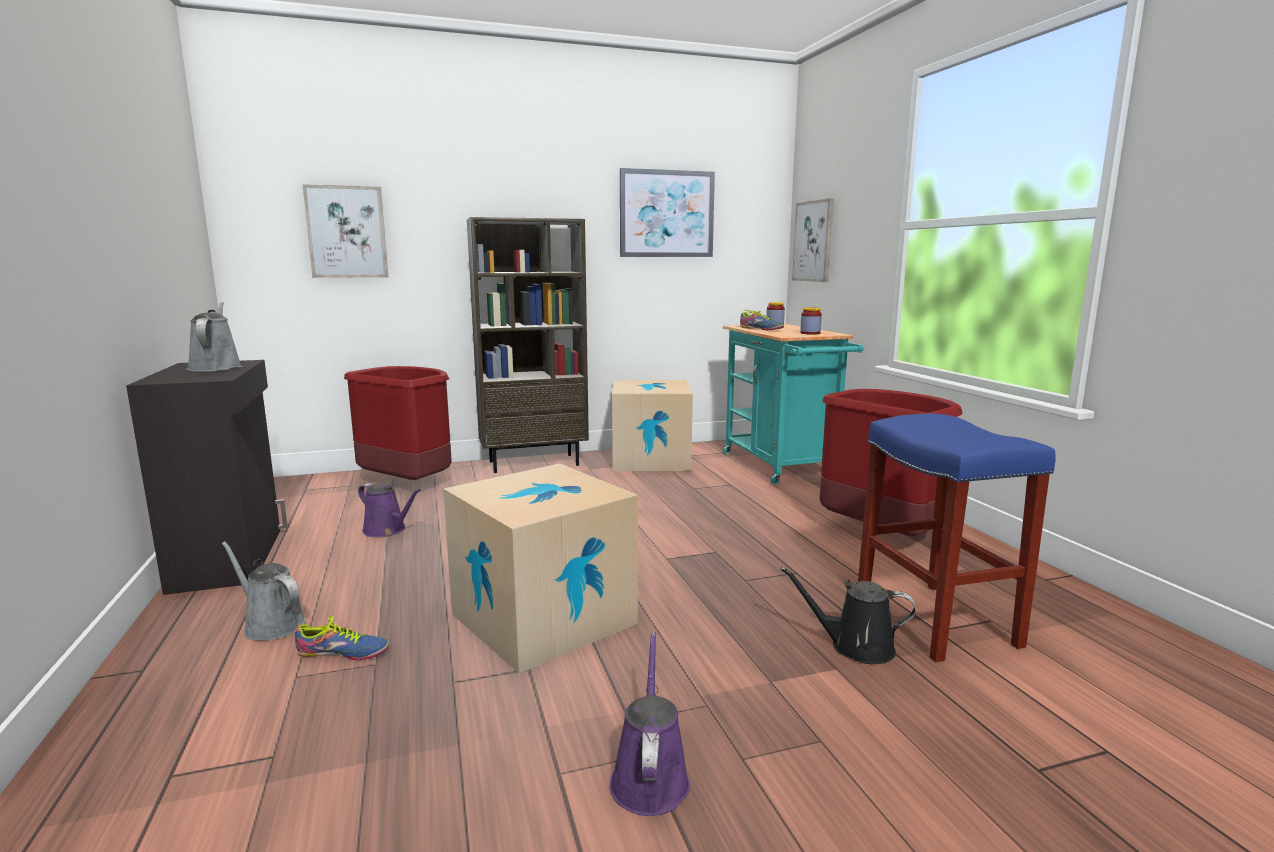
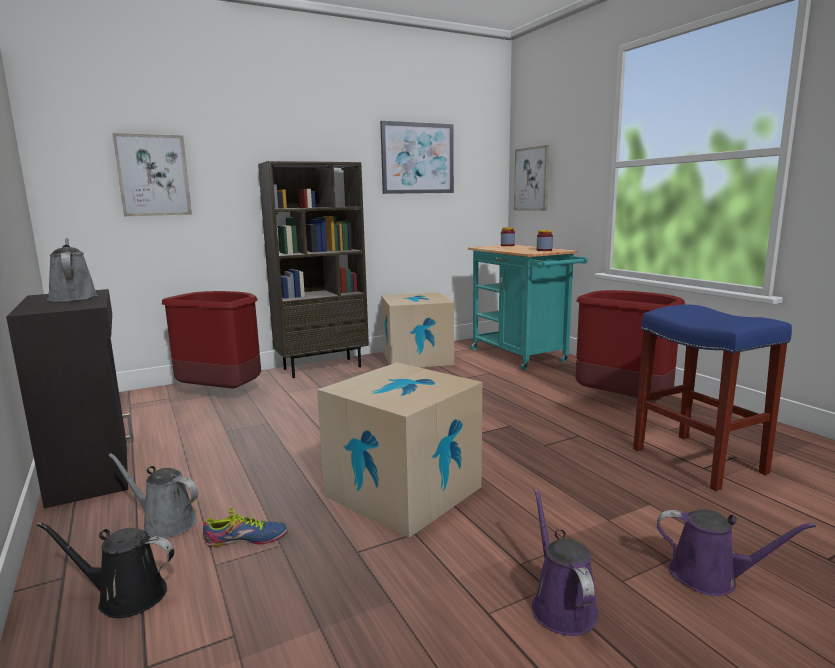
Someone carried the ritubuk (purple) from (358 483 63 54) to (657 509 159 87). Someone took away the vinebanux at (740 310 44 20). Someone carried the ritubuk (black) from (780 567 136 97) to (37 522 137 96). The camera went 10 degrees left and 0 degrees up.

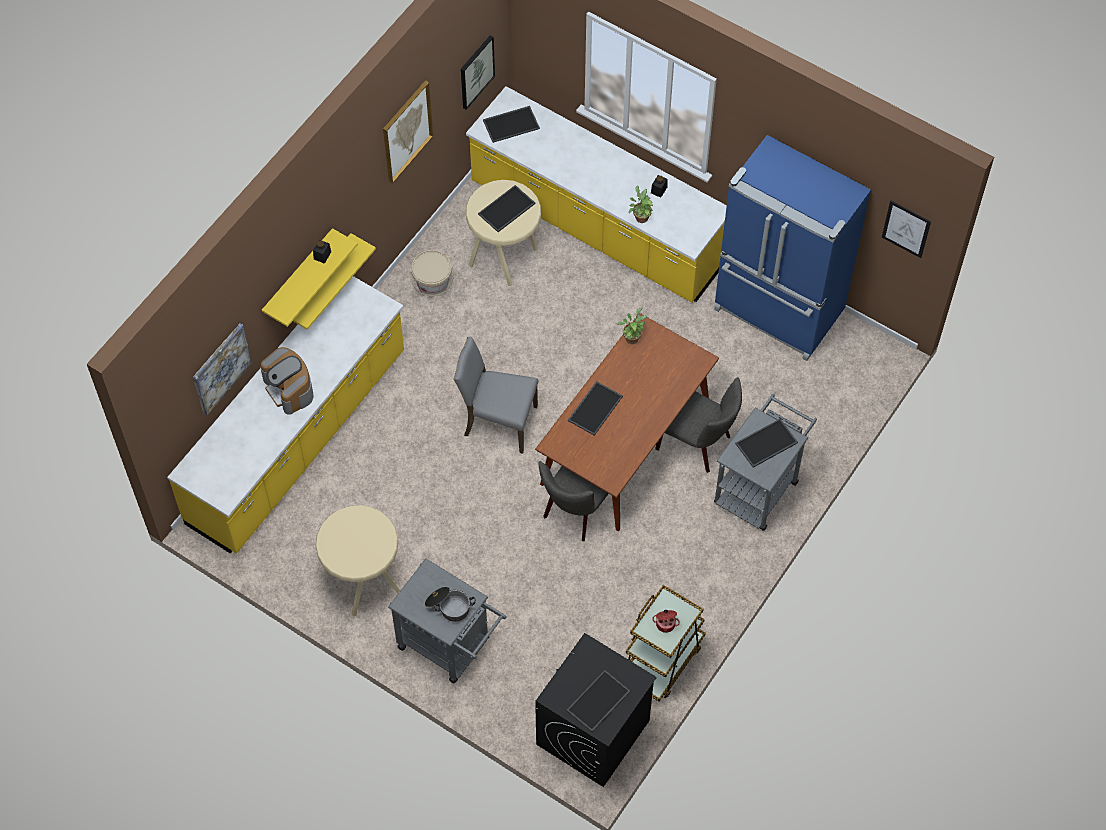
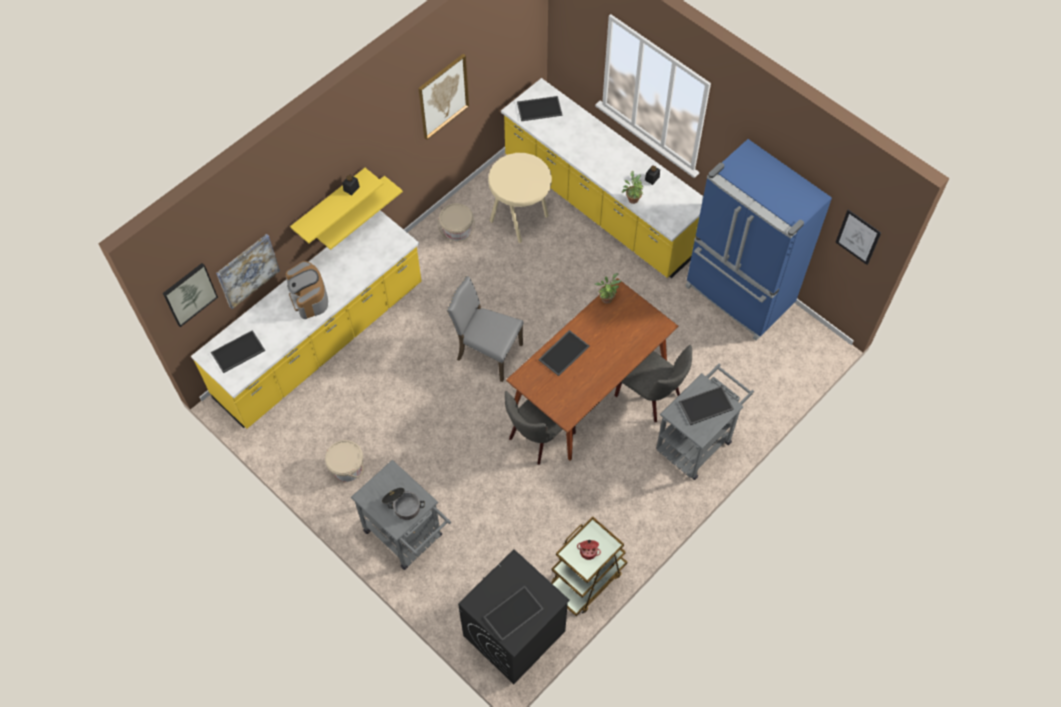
Someone swapped the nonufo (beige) at (316 505 84 111) for the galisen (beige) at (325 440 39 42). Someone carried the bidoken from (461 35 34 75) to (163 263 55 64). Someone carried the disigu from (478 185 58 47) to (211 330 54 43). The camera went 10 degrees right and 0 degrees up.

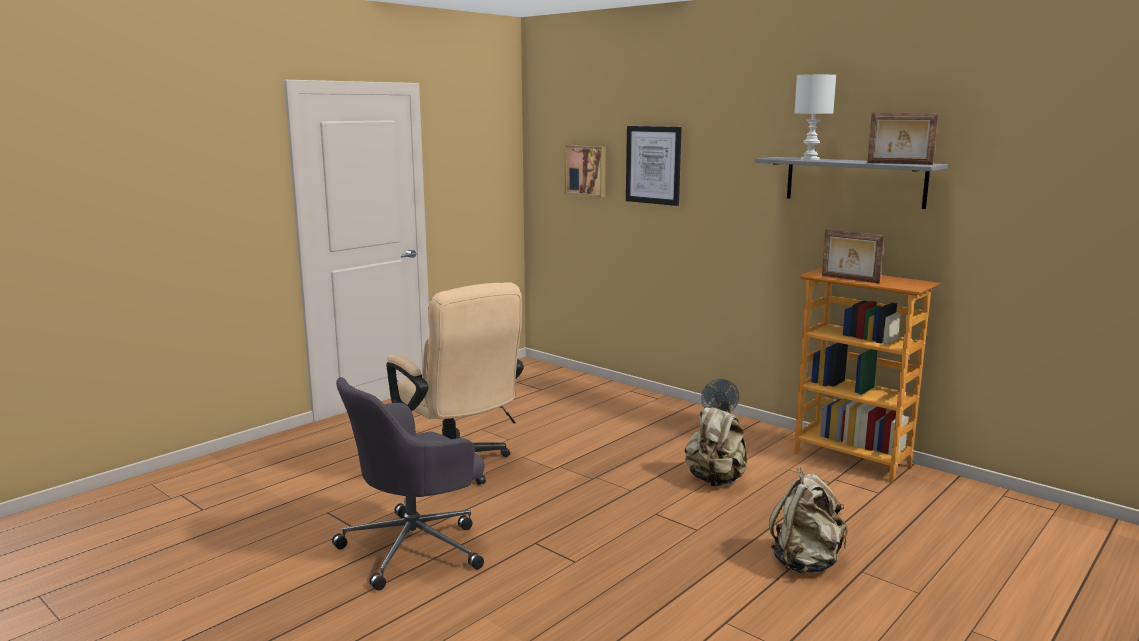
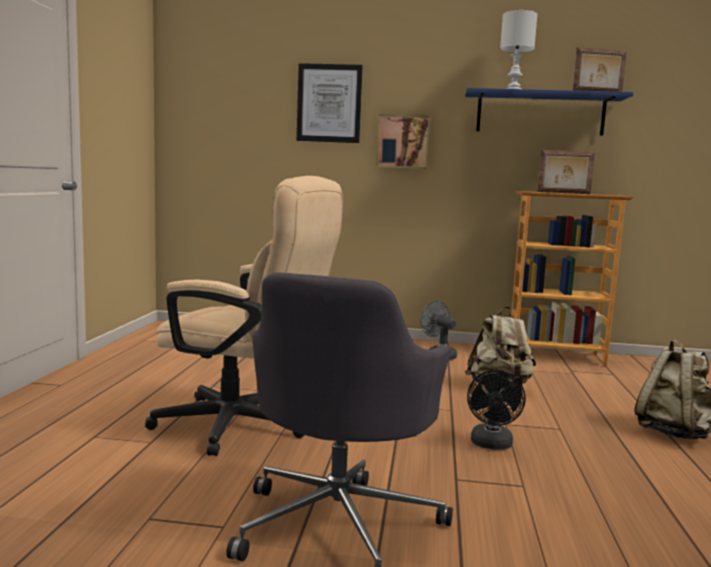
Someone carried the bidoken from (565 145 41 52) to (376 114 55 56). Someone repainted the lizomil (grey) at (755 157 193 52), which became the lizomil (blue) at (465 88 169 48). Someone put down the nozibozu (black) at (467 370 59 80). The camera went 35 degrees left and 5 degrees down.

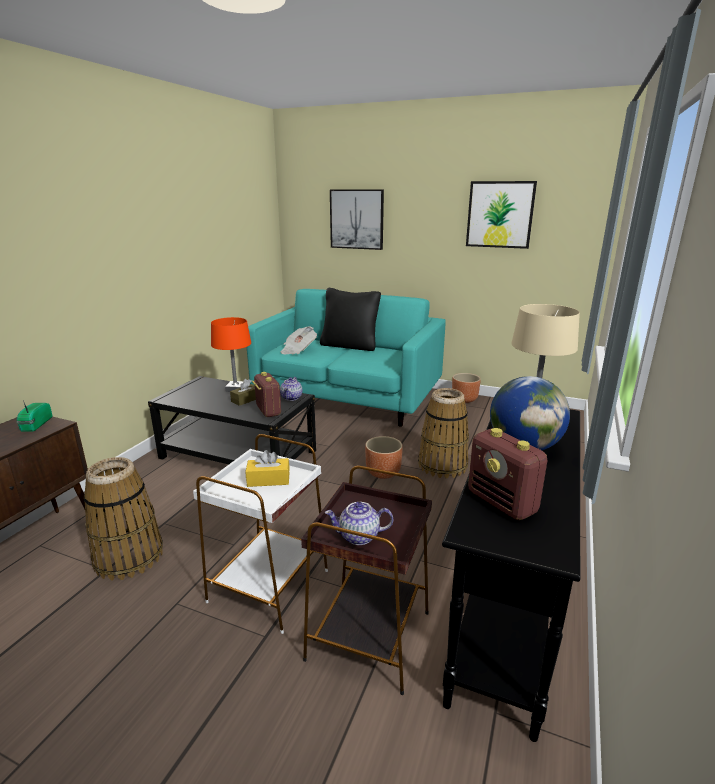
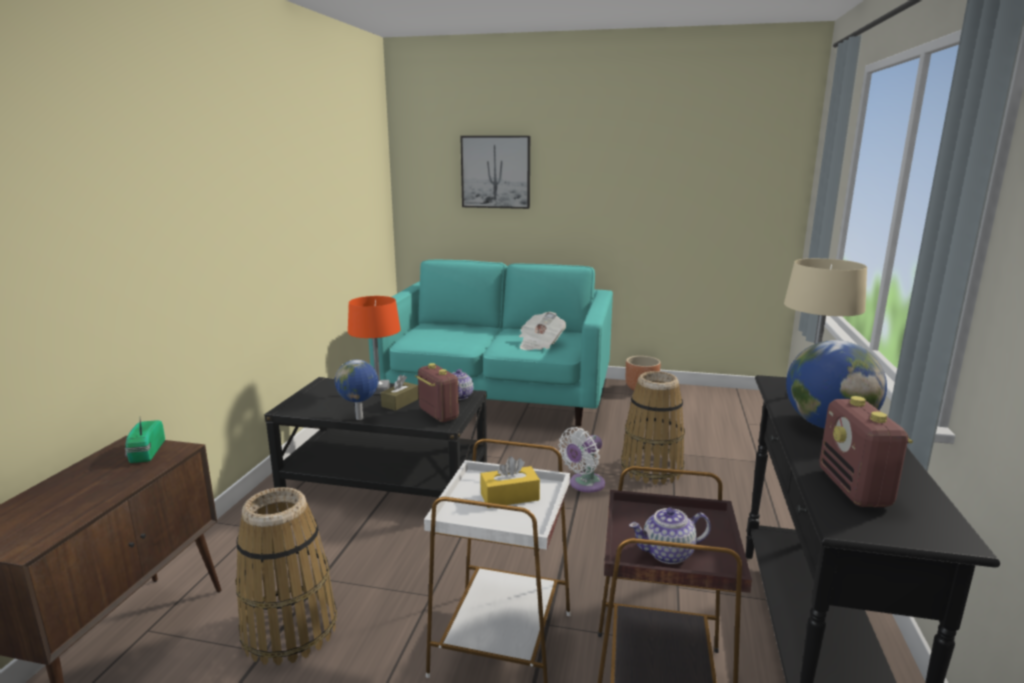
Someone carried the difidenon from (280 326 37 28) to (519 312 47 38). Someone took away the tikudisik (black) at (320 288 61 63). Someone swapped the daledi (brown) at (365 436 38 43) for the nozibozu (white) at (558 427 47 65). Someone took away the bidoken at (466 181 71 68). Someone rotated the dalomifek at (468 428 79 92) by 45 degrees clockwise. Someone put down the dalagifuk at (335 360 43 60). The camera went 10 degrees left and 5 degrees down.

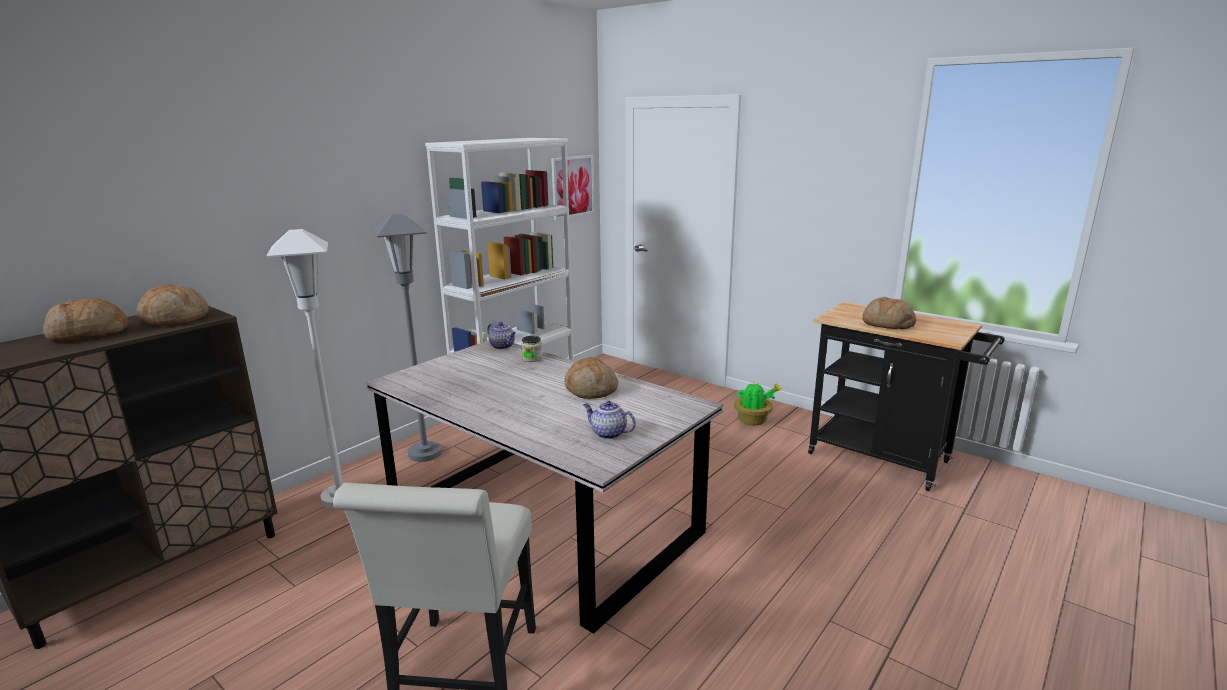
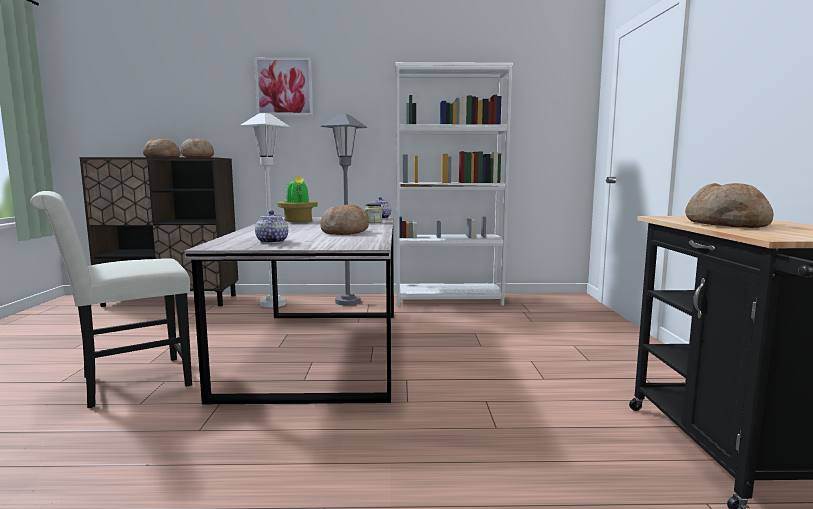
Someone carried the bidoken from (551 155 44 65) to (254 57 59 59). Someone carried the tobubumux from (734 382 48 43) to (278 176 40 46). The camera went 50 degrees right and 10 degrees down.

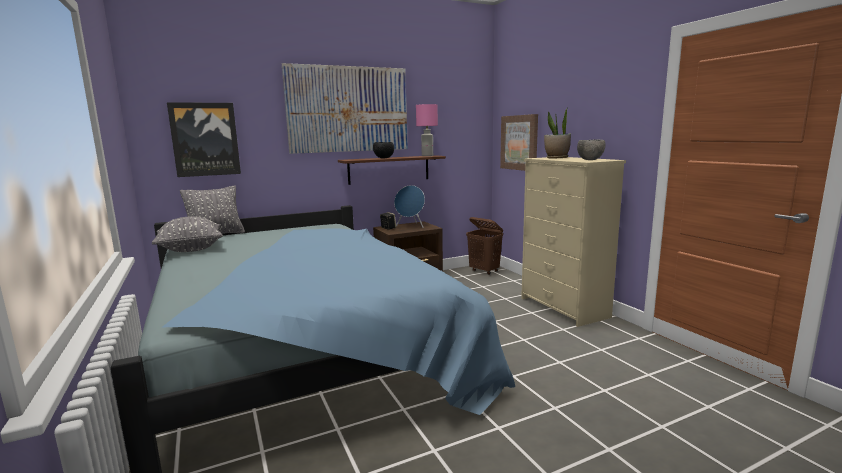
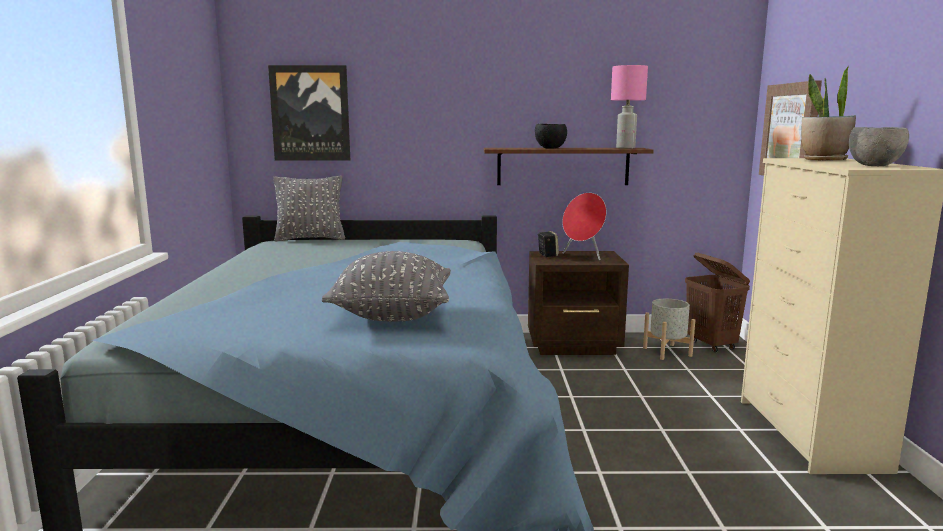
Someone carried the tikudisik (grey) from (152 216 71 36) to (322 251 129 71). Someone took away the bidoken at (282 63 126 91). Someone repainted the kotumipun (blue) at (394 185 31 43), which became the kotumipun (red) at (562 193 44 67). Someone put down the daledi (grey) at (643 299 52 61). The camera went 25 degrees right and 0 degrees up.

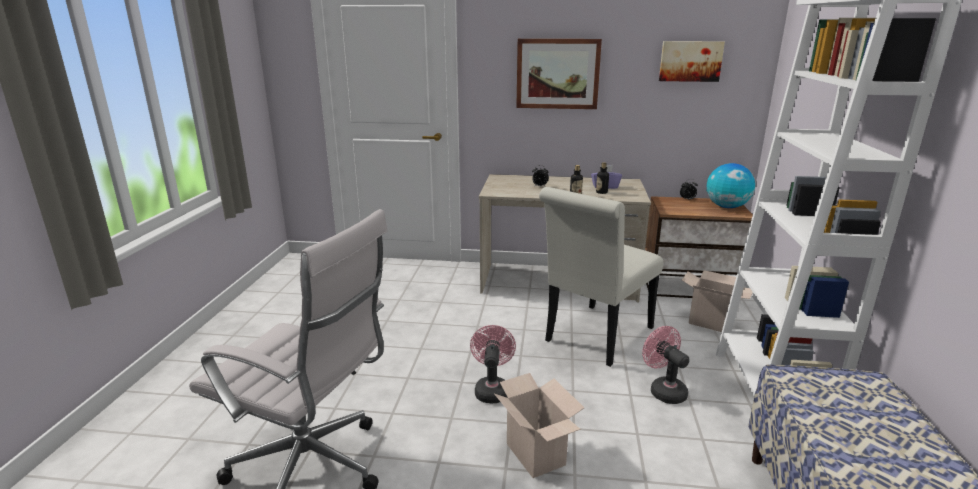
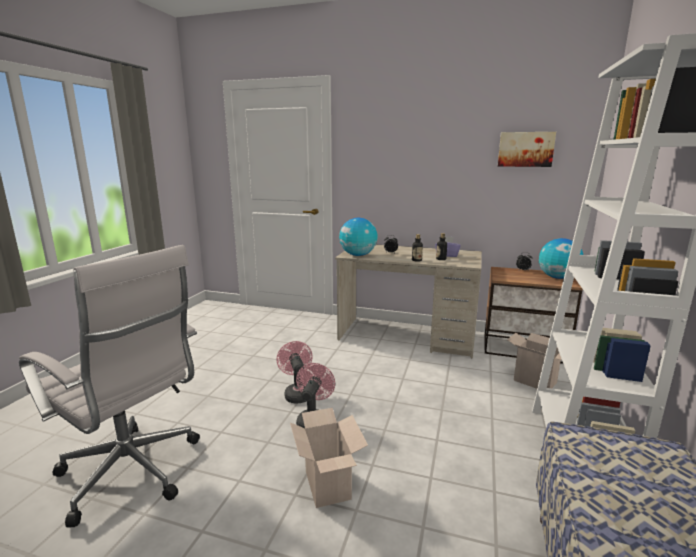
Someone took away the bidoken at (516 39 86 70). Someone took away the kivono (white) at (539 187 124 180). Someone carried the nozibozu (pink) from (642 326 48 78) to (277 341 36 63). Someone put down the dalagifuk at (339 218 39 38). The camera went 10 degrees right and 5 degrees down.

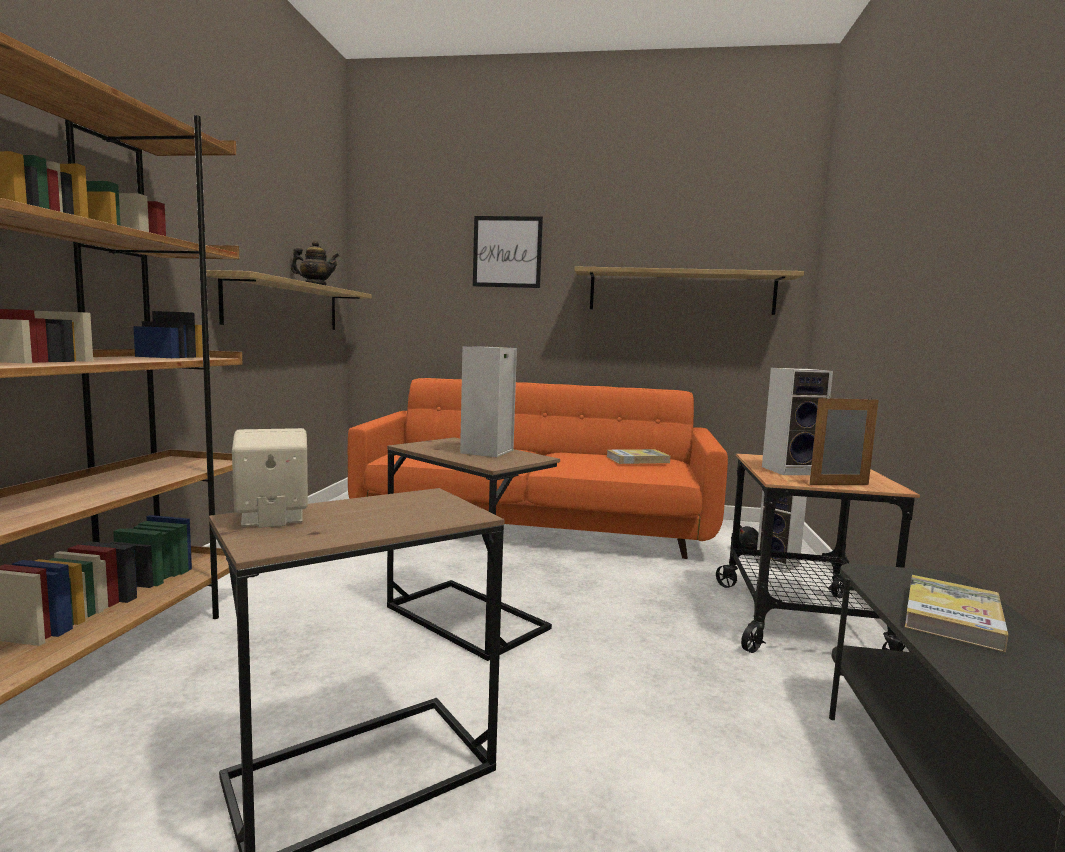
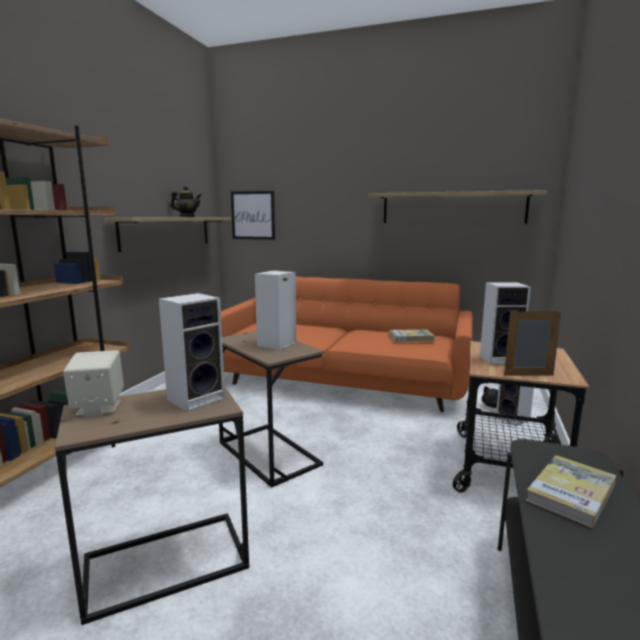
Someone carried the bidoken from (473 216 70 72) to (231 191 44 49). Someone put down the kotumipun at (159 293 66 119). The camera went 10 degrees right and 5 degrees up.

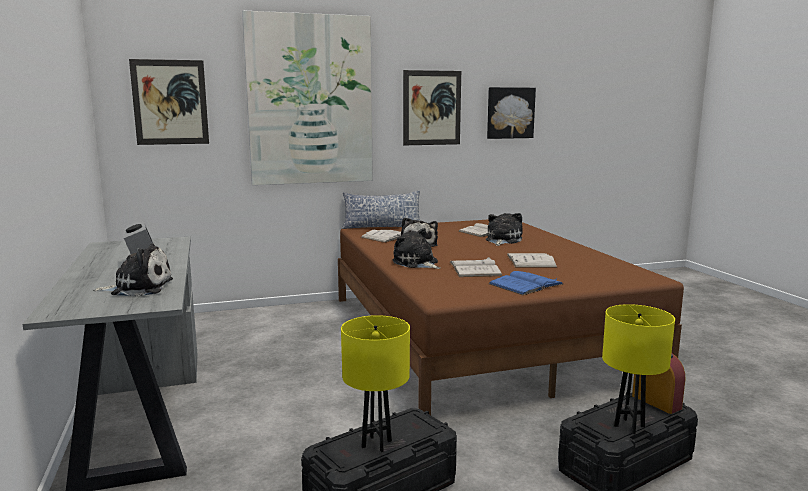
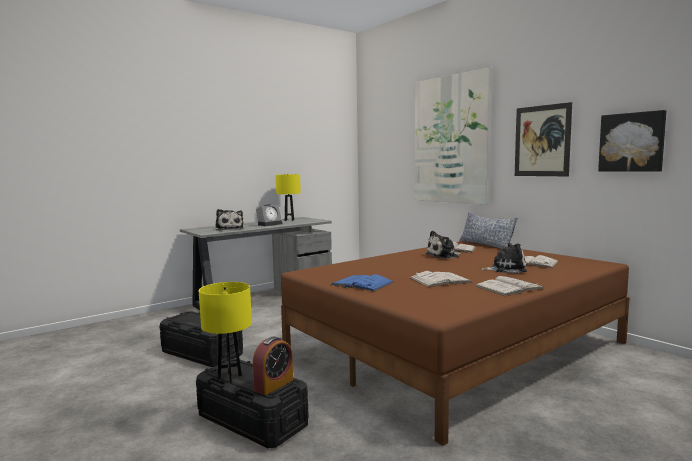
Someone took away the bidoken at (129 59 80 86). Someone carried the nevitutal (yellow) from (341 315 69 138) to (275 174 26 47). Someone took away the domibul at (392 228 48 41). Someone carried the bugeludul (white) from (450 257 53 20) to (475 276 70 20). The camera went 70 degrees right and 5 degrees down.

